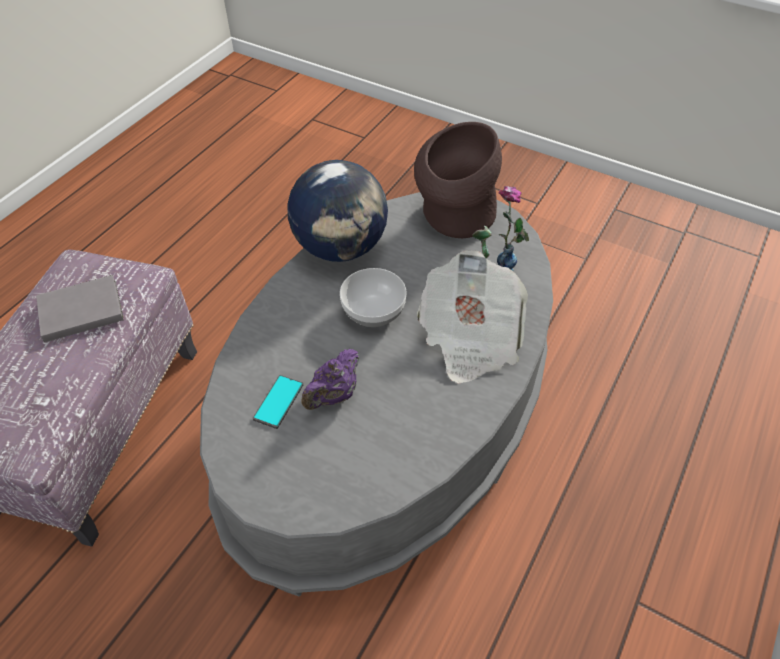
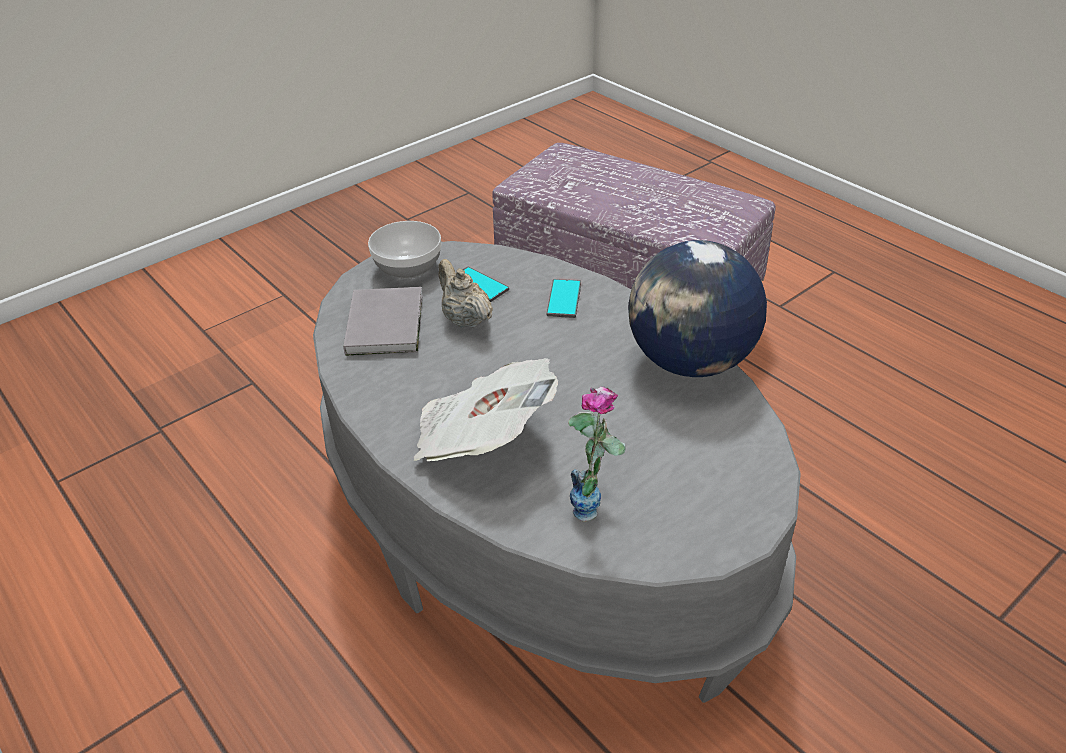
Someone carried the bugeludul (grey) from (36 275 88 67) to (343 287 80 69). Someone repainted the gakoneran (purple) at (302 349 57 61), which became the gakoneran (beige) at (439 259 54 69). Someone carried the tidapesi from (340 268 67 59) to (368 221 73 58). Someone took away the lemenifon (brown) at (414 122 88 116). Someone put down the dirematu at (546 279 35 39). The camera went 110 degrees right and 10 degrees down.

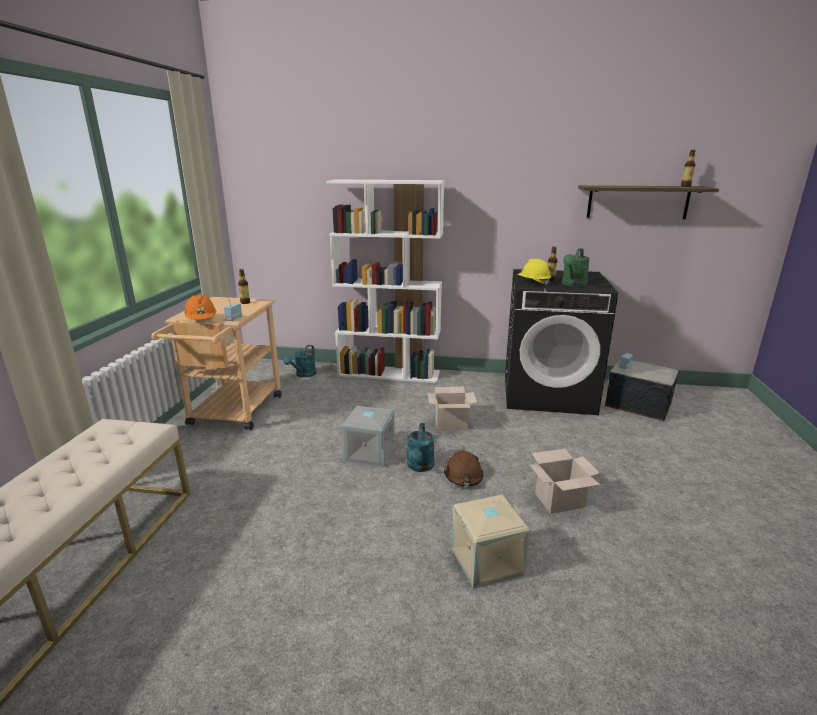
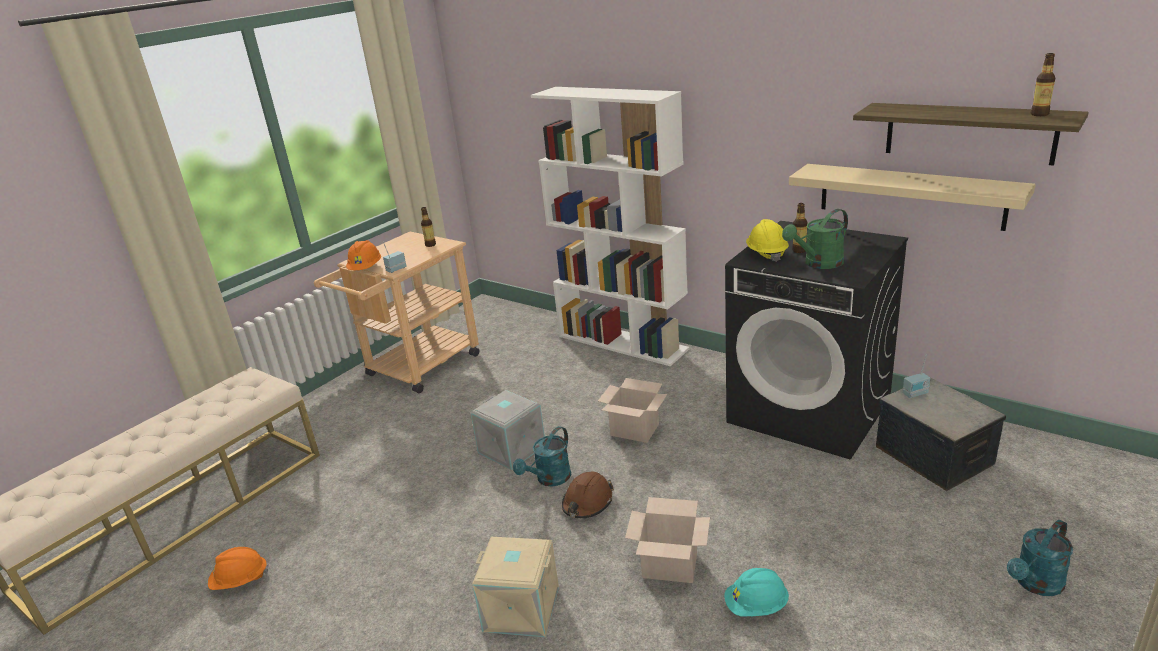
Someone carried the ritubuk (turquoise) from (283 345 33 32) to (1007 520 66 76). Someone put down the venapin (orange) at (208 547 61 43). Someone put down the venapin (turquoise) at (724 568 65 48). Someone put up the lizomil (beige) at (789 164 247 67). The camera went 30 degrees right and 5 degrees up.

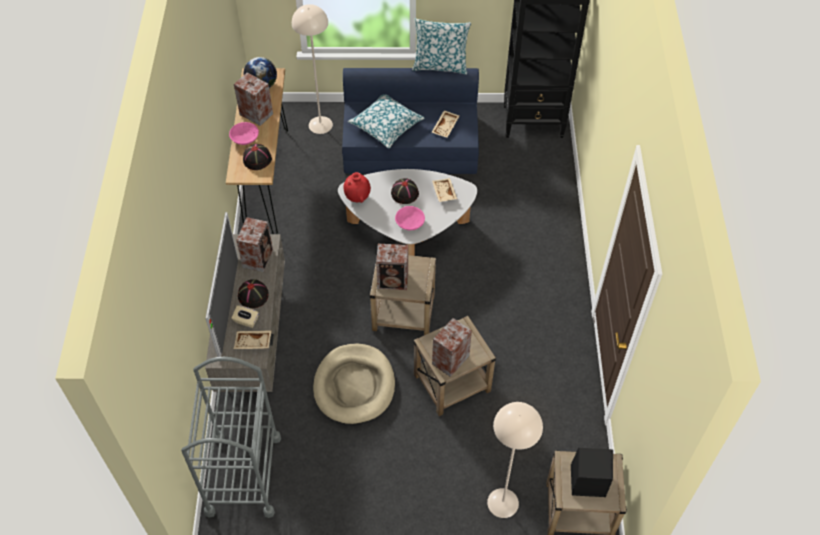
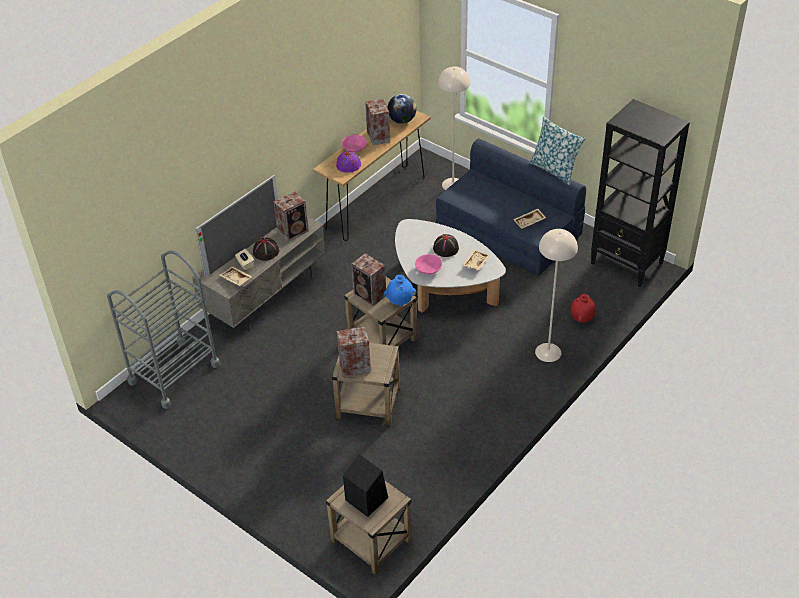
Someone repainted the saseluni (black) at (243 144 29 26), which became the saseluni (purple) at (336 151 25 22). Someone took away the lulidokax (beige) at (313 344 82 80). Someone carried the lemenifon (red) from (343 172 28 31) to (570 294 26 29). Someone took away the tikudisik at (348 94 76 55). Someone carried the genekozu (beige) from (487 402 56 116) to (535 229 43 133). Someone put down the lemenifon (blue) at (384 275 32 31). The camera went 40 degrees right and 10 degrees down.

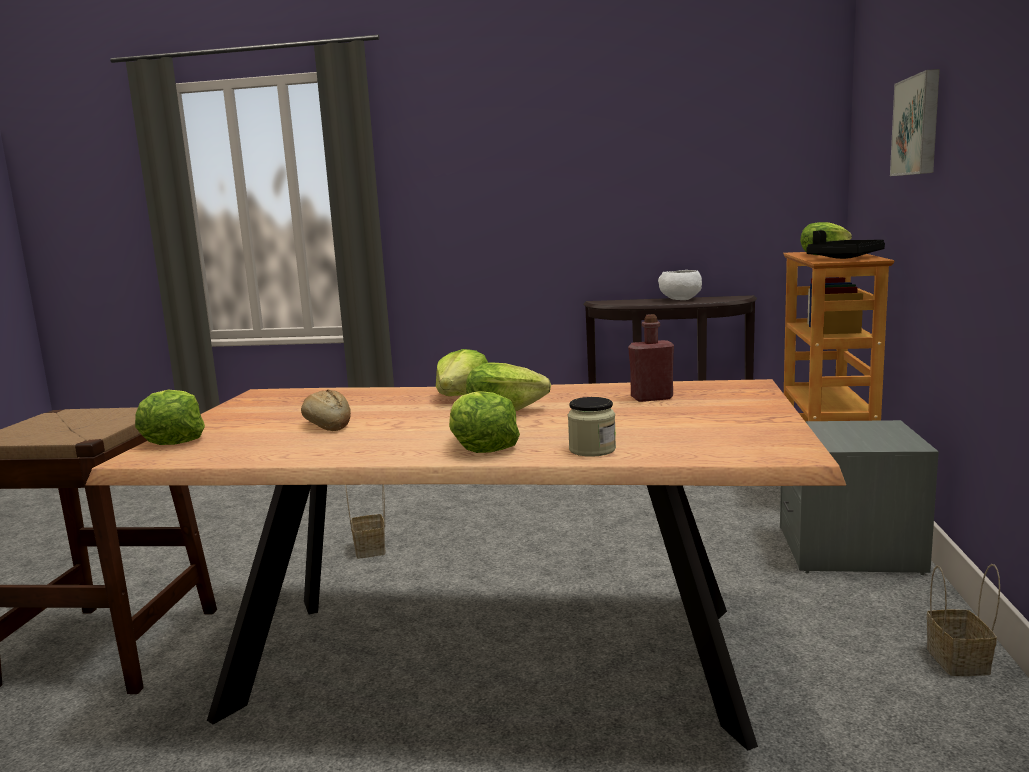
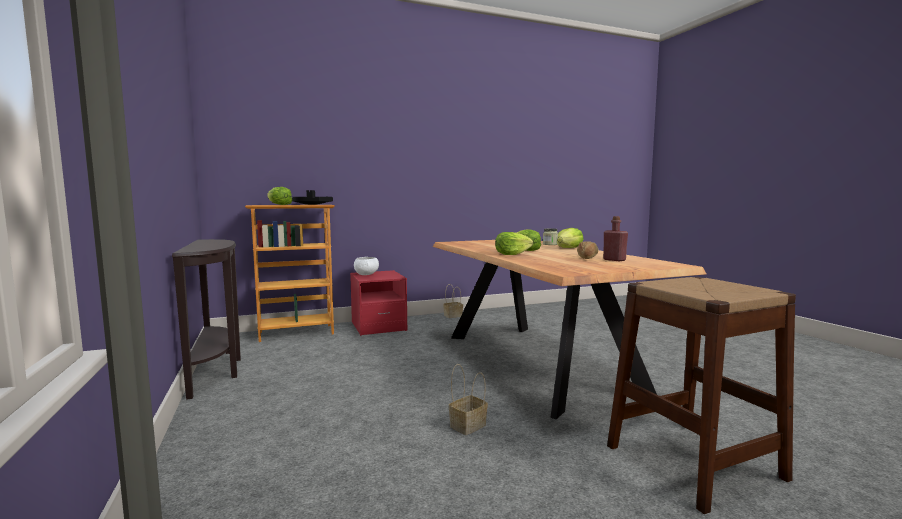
Someone took away the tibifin at (135 389 70 56). Someone carried the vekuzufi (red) from (628 314 46 88) to (603 216 25 45). Someone carried the tidapesi (white) from (658 270 44 30) to (354 257 25 18). Someone repainted the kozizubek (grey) at (780 420 159 155), which became the kozizubek (red) at (350 270 57 66). Someone took away the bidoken at (890 69 50 107). The camera went 120 degrees left and 5 degrees down.

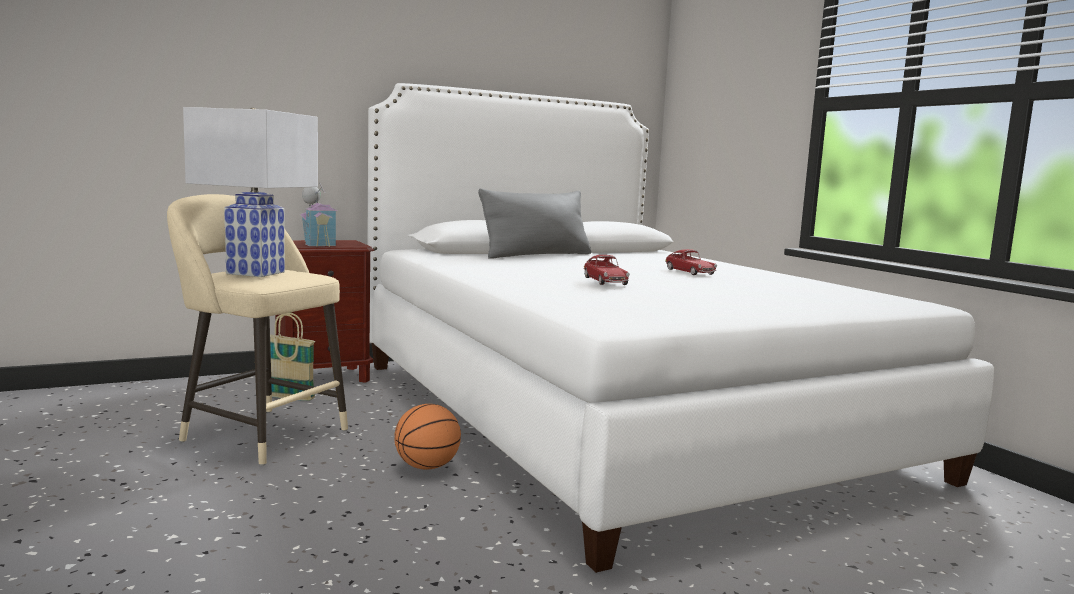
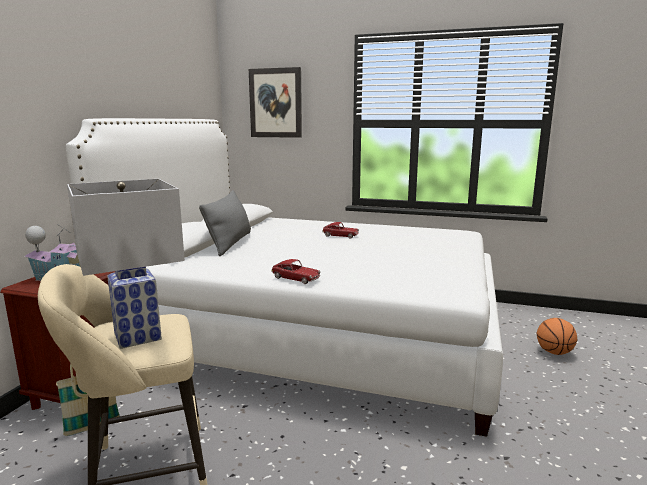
Someone carried the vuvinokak from (394 404 67 66) to (537 318 40 37). Someone carried the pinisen from (583 255 47 30) to (271 259 49 25). Someone put up the bidoken at (249 67 53 71). The camera went 45 degrees left and 5 degrees up.

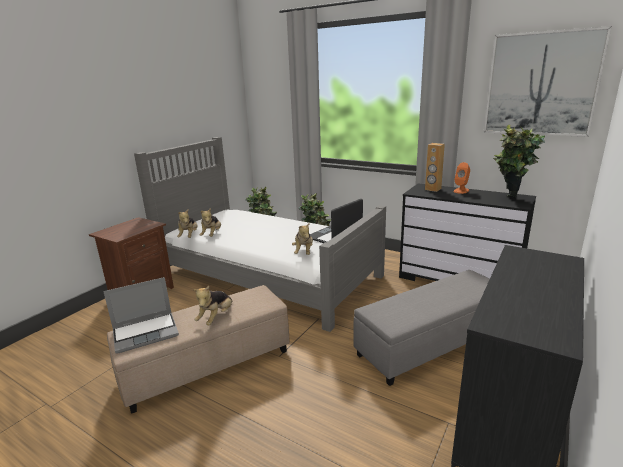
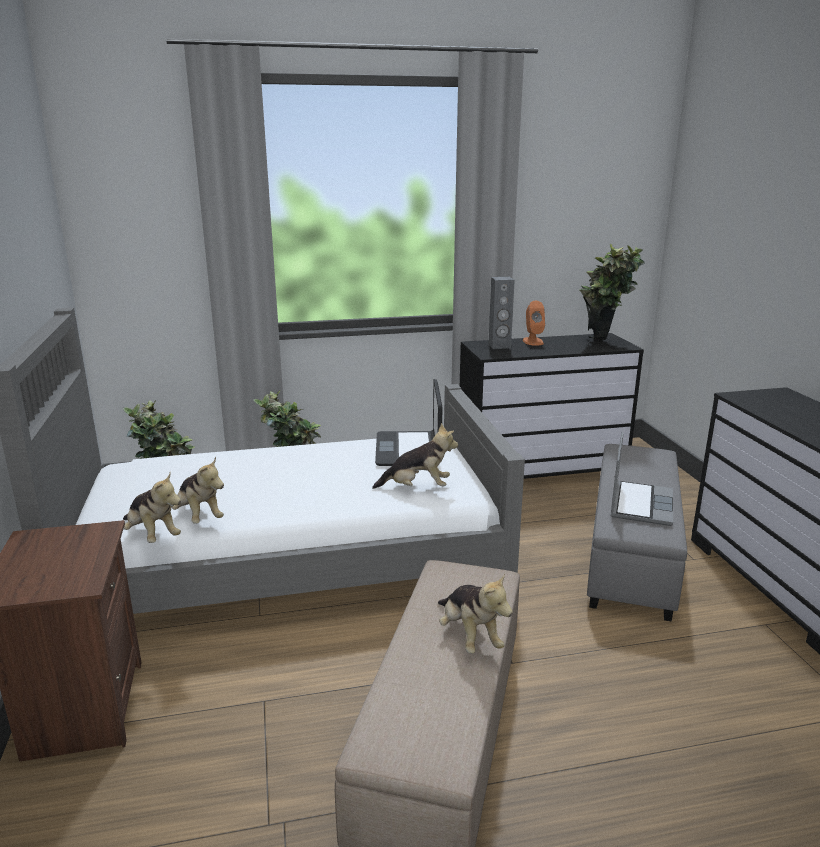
Someone carried the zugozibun from (103 277 76 76) to (610 432 63 94). Someone rotated the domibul at (292 222 21 33) by 45 degrees counterclockwise. Someone repainted the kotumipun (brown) at (425 143 20 49), which became the kotumipun (grey) at (489 277 26 72). Someone took away the bidoken at (484 26 128 111). The camera went 45 degrees left and 0 degrees up.

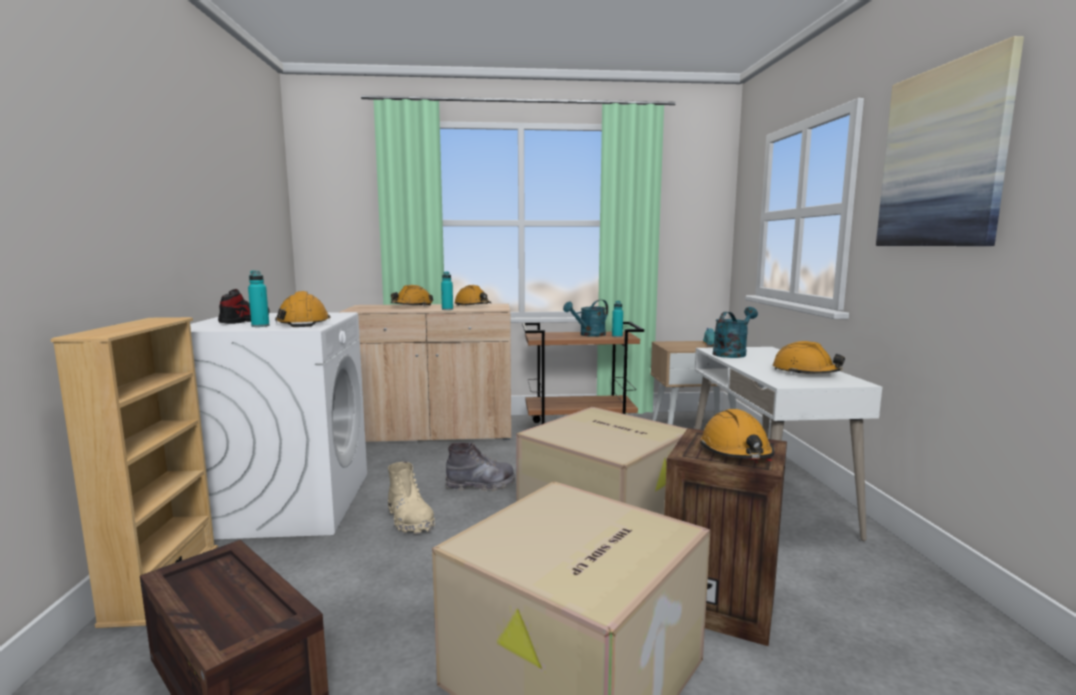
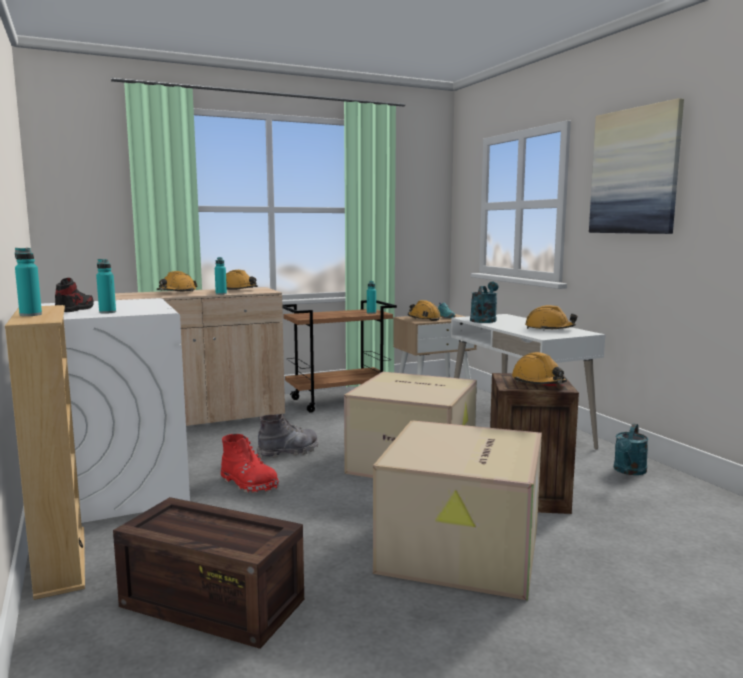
Someone carried the venapin (orange) from (275 291 55 36) to (408 300 33 21). Someone repainted the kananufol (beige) at (388 462 47 72), which became the kananufol (red) at (221 434 58 59). Someone carried the ritubuk (turquoise) from (563 300 45 37) to (614 423 35 52). Someone put down the vekuzufi (turquoise) at (15 248 27 68). The camera went 20 degrees left and 0 degrees up.

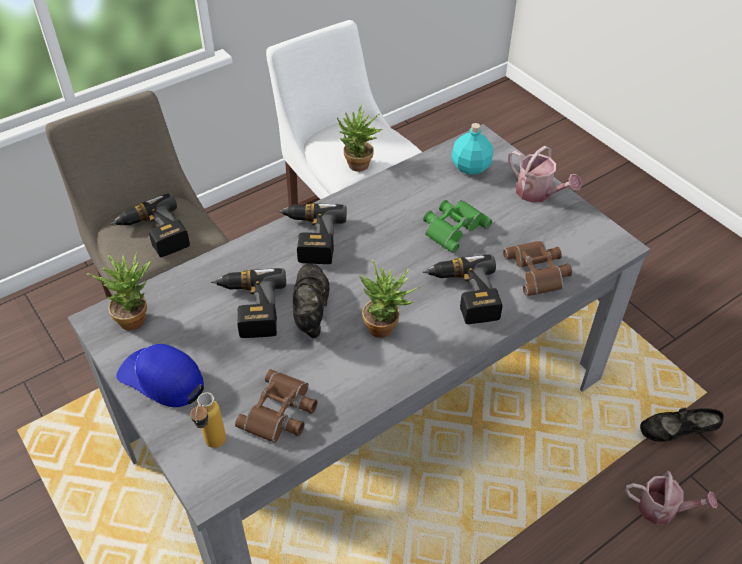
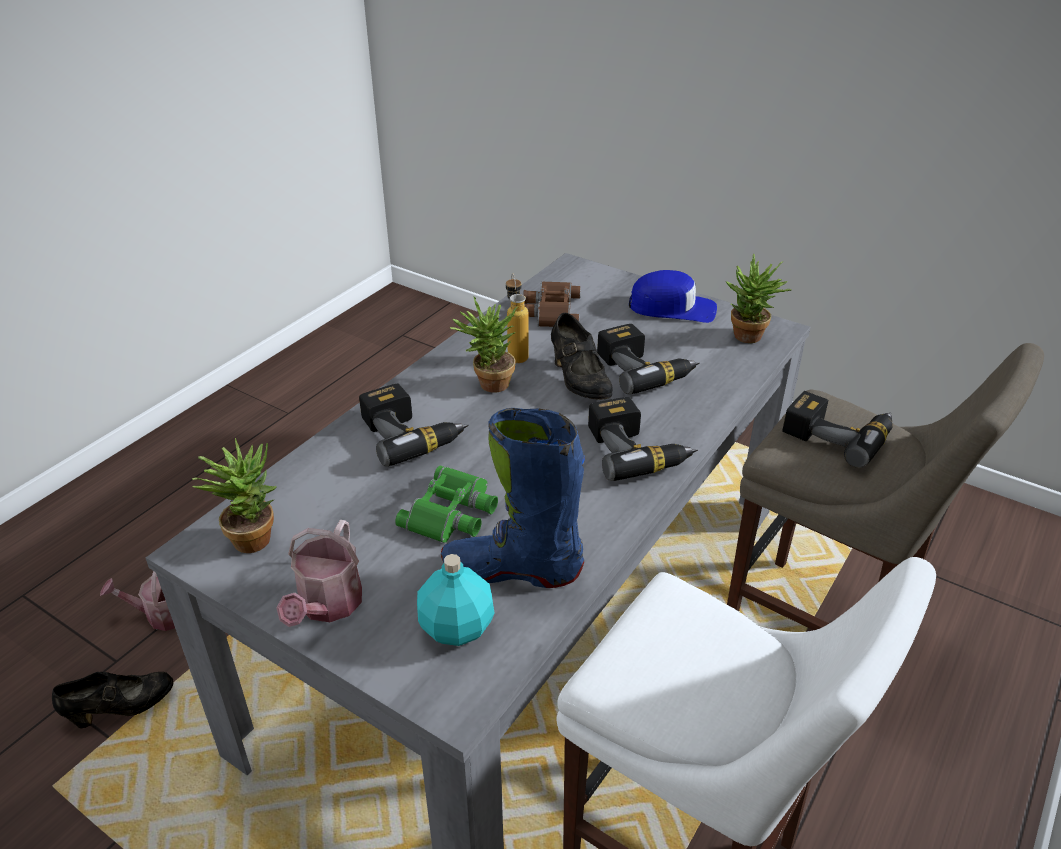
Someone carried the vekuzufi from (190 392 36 56) to (506 273 23 90). Someone carried the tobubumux from (337 105 46 67) to (192 438 85 115). Someone took away the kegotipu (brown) at (503 241 69 55). Someone rotated the ritubuk at (508 146 74 57) by 105 degrees counterclockwise. Someone put down the kananufol (blue) at (441 408 144 180). The camera went 160 degrees right and 10 degrees down.

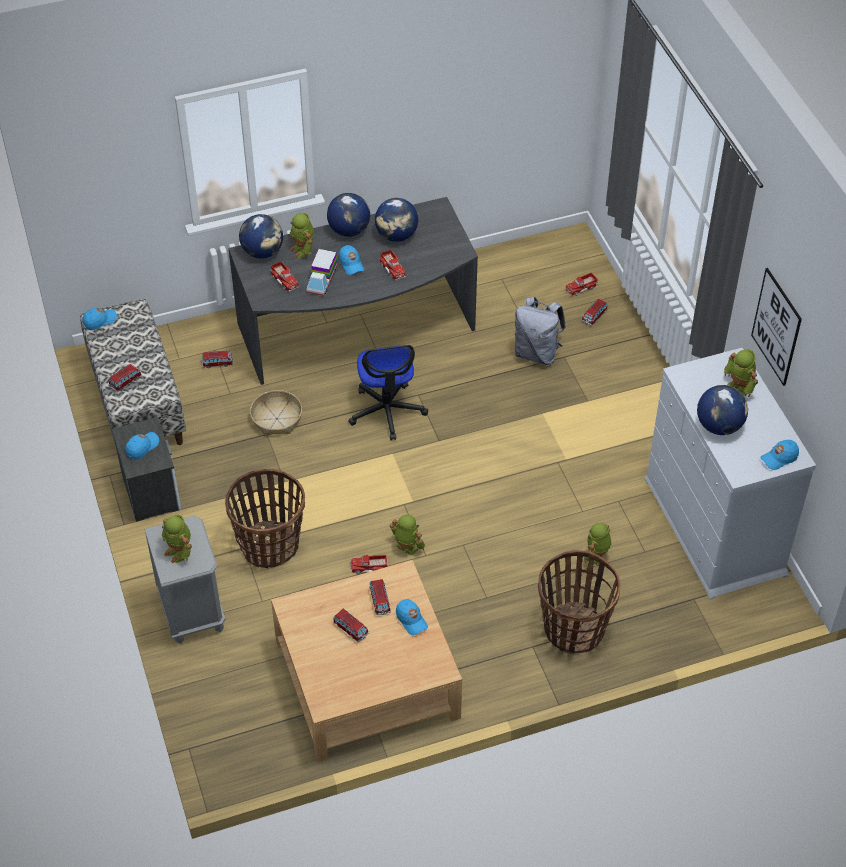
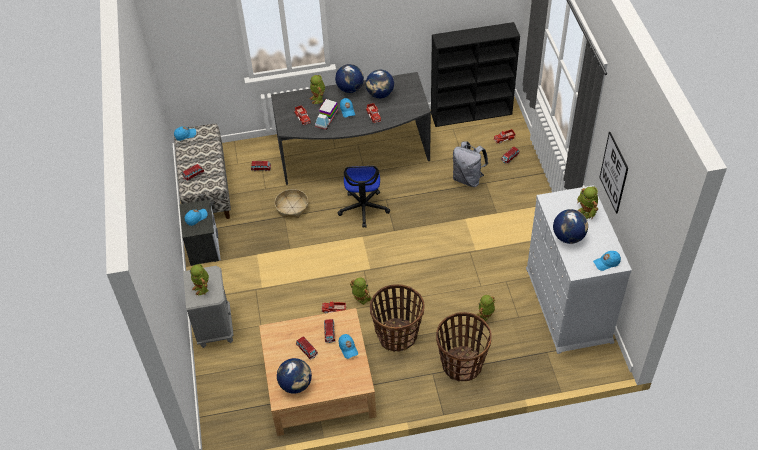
Someone carried the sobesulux from (225 469 80 99) to (370 284 55 68). Someone carried the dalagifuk from (239 214 44 45) to (277 358 35 36). Someone put down the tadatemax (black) at (431 22 89 105). The camera went 10 degrees right and 0 degrees up.

